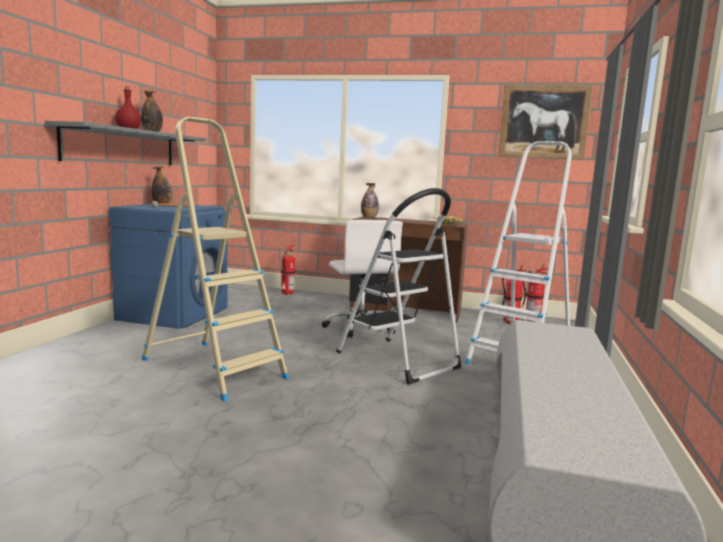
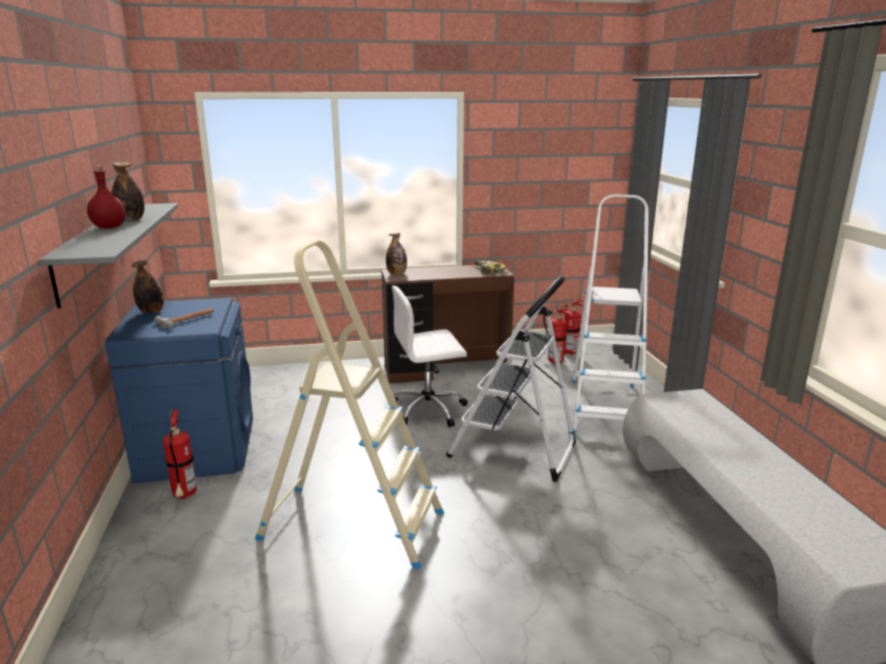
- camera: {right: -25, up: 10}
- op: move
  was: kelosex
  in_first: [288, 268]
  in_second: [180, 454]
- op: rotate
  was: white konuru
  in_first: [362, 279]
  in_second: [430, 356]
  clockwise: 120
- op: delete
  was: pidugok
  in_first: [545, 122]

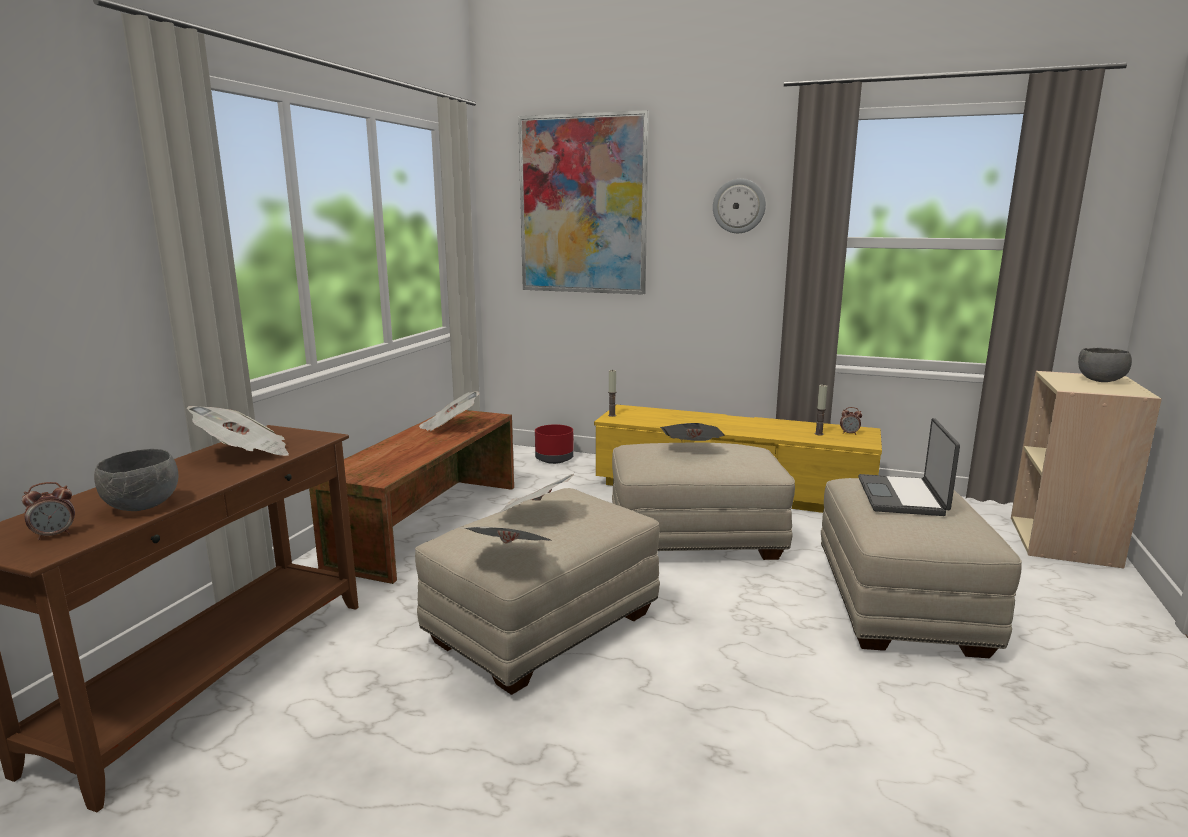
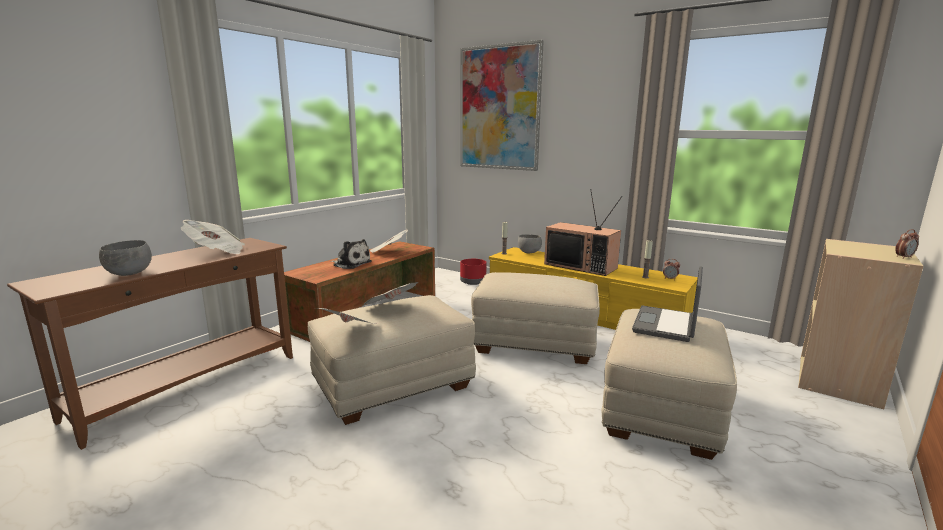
- camera: {right: 15, up: 0}
- op: insert
  now: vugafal
  in_second: [350, 254]
- op: move
  was: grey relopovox
  in_first: [1105, 365]
  in_second: [530, 243]
- op: insert
  now: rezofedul
  in_second: [583, 232]
- op: move
  was: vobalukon
  in_first: [48, 511]
  in_second: [907, 244]
- op: delete
  was: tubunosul
  in_first: [692, 432]
- op: delete
  was: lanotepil
  in_first: [739, 206]

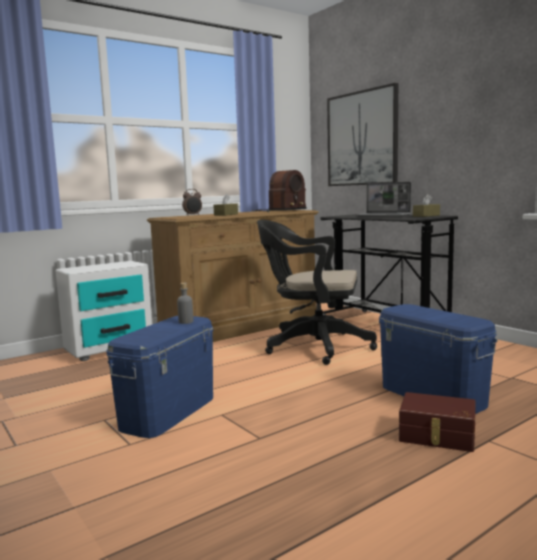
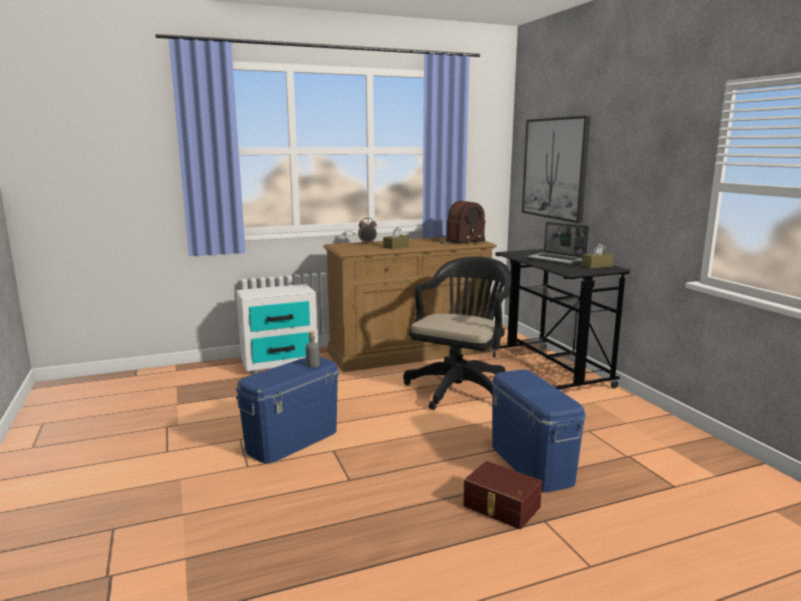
- camera: {right: 15, up: 5}
- op: rotate
  was: black konuru
  in_first: [317, 292]
  in_second: [457, 333]
  clockwise: 90

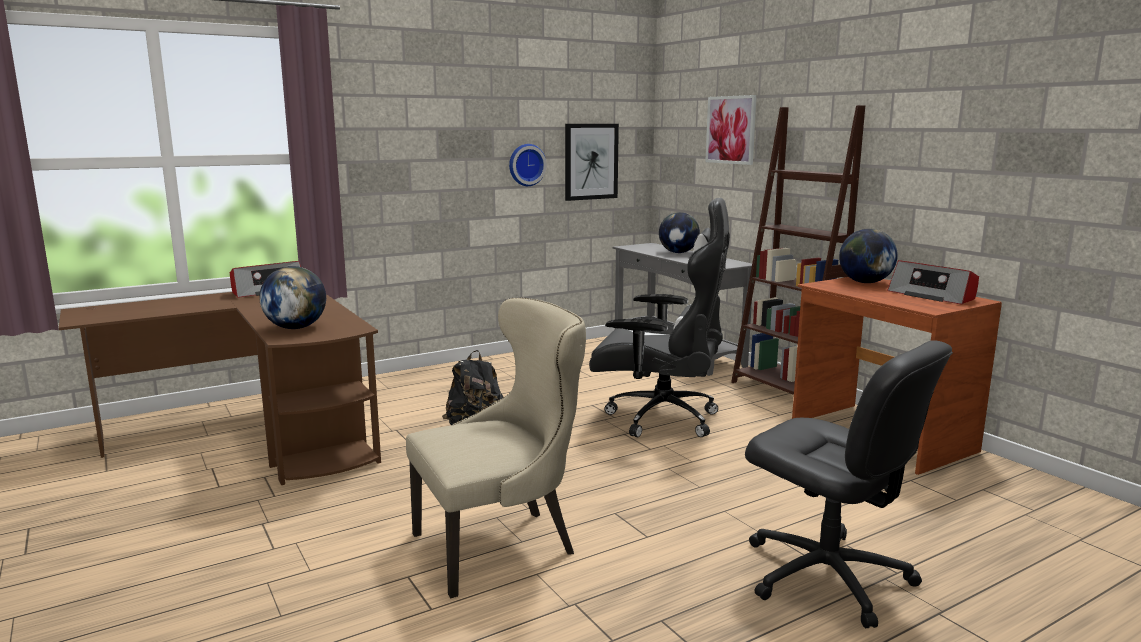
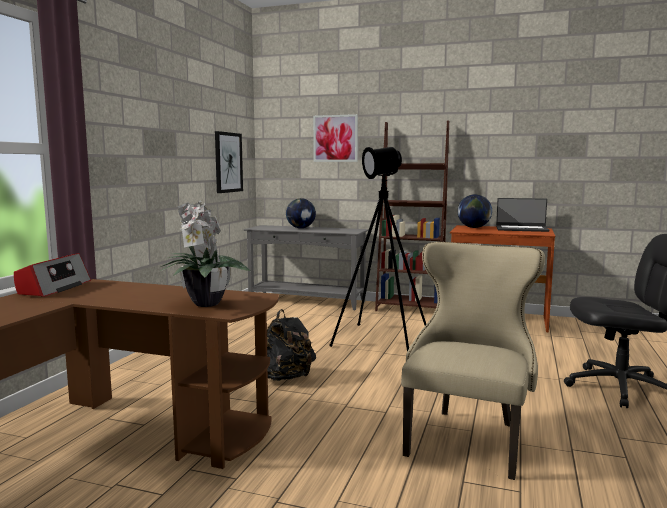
- camera: {right: -40, up: -5}
- op: replace
  was: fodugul
  now: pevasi
  in_first: [292, 297]
  in_second: [205, 253]
- op: replace
  was: black konuru
  now: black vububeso
  in_first: [659, 317]
  in_second: [377, 249]
- op: replace
  was: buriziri
  now: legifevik
  in_first: [933, 282]
  in_second: [522, 215]
- op: delete
  was: lanotepil
  in_first: [528, 165]

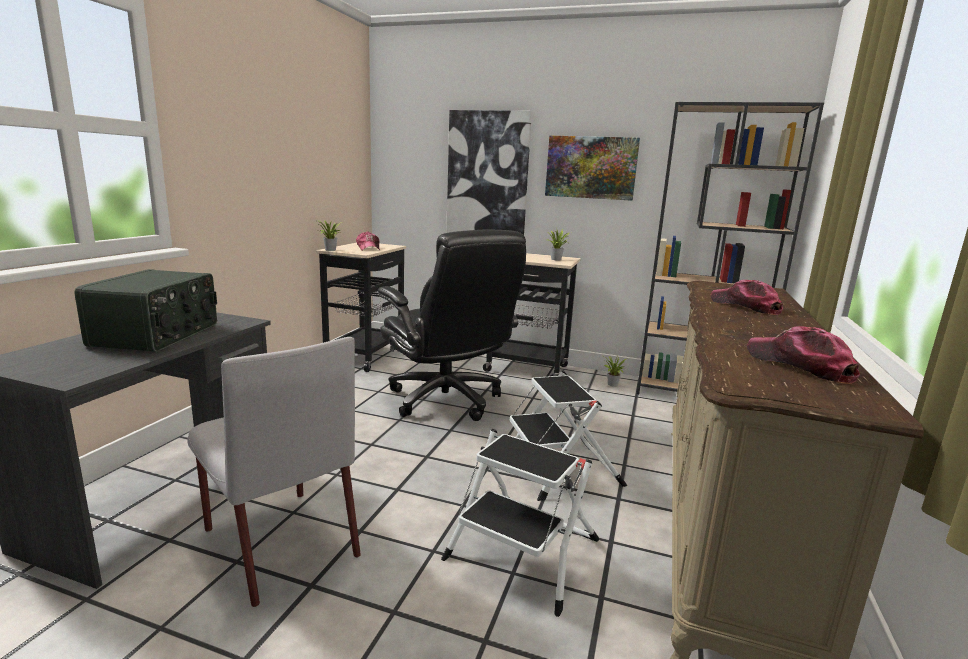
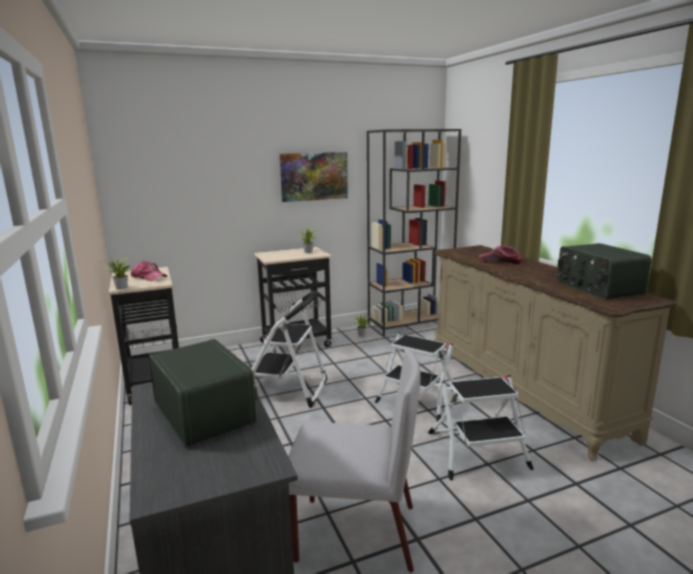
- camera: {right: -40, up: 0}
- op: replace
  was: black konuru
  now: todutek
  in_first: [452, 325]
  in_second: [289, 349]
- op: replace
  was: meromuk
  now: buriziri
  in_first: [803, 355]
  in_second: [604, 271]
- op: delete
  was: pidugok
  in_first: [489, 172]

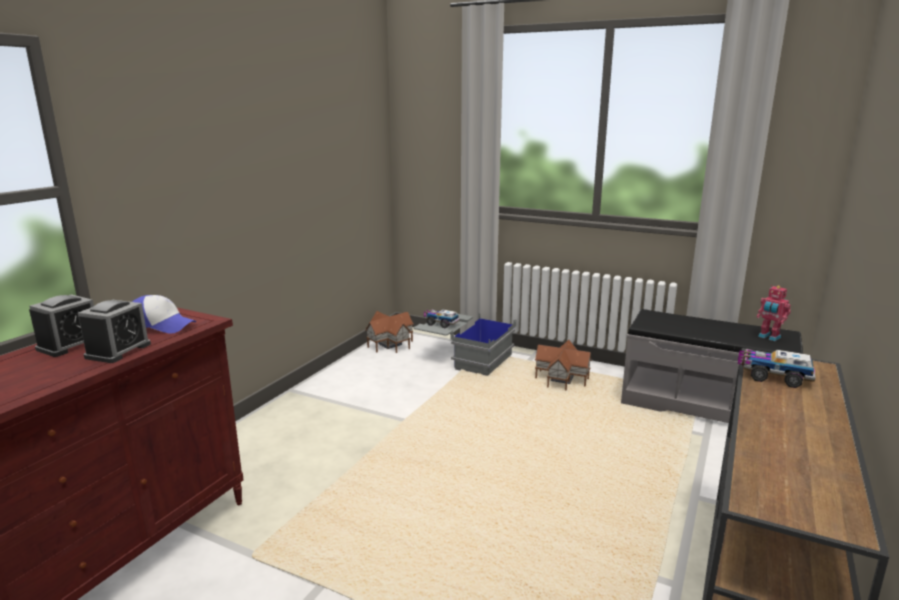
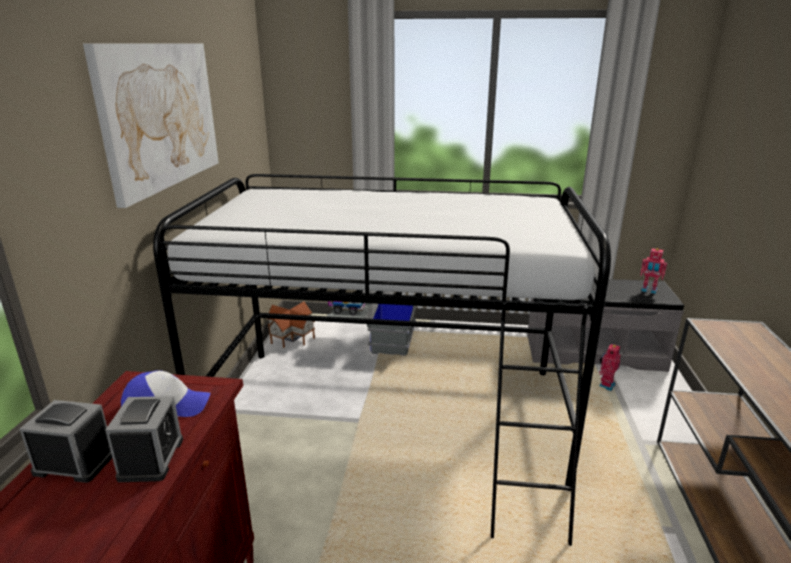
- camera: {right: -20, up: 5}
- op: rotate
  was: vobalukon
  in_first: [61, 325]
  in_second: [66, 441]
  clockwise: -90
- op: insert
  now: pidugok
  in_second: [151, 126]
- op: insert
  now: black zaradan
  in_second: [382, 360]
- op: insert
  now: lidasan
  in_second: [610, 367]
- op: delete
  was: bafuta
  in_first: [563, 365]
- op: delete
  was: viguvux
  in_first: [777, 368]

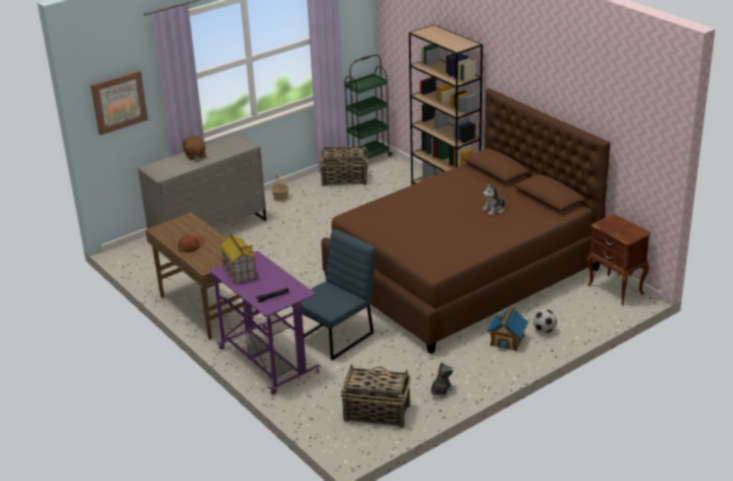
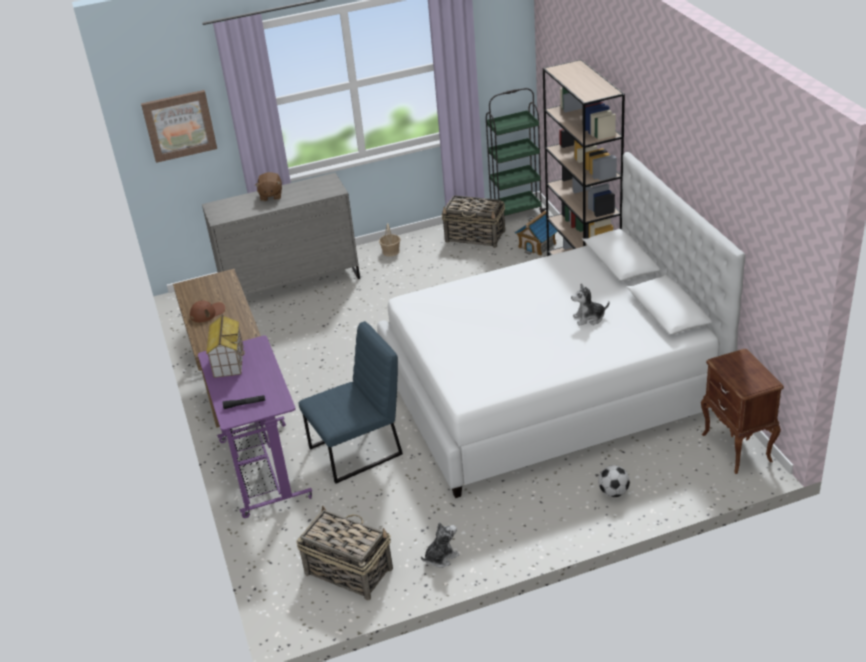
- camera: {right: 20, up: 5}
- op: recolor
  was: brown zaradan
  now: white zaradan
  in_first: [465, 221]
  in_second: [561, 325]
- op: move
  was: bafuta
  in_first: [508, 328]
  in_second: [536, 233]

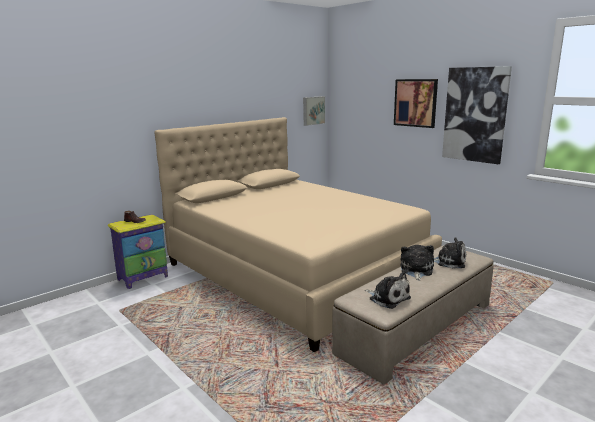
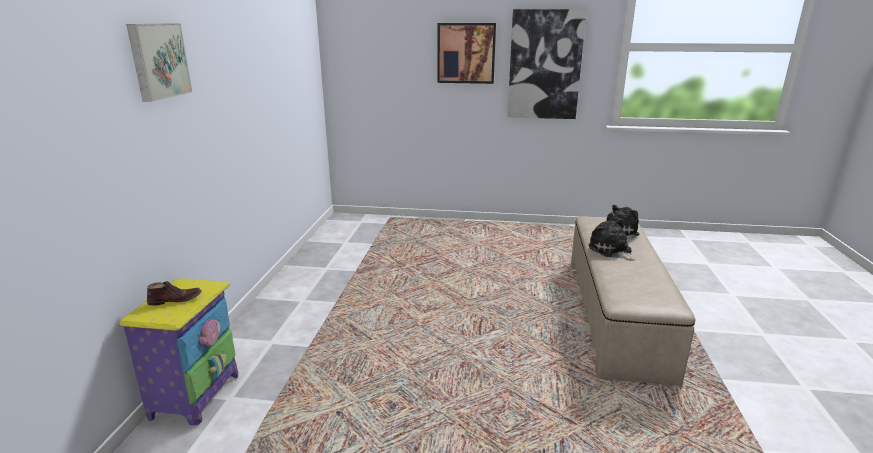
- camera: {right: -40, up: 5}
- op: move
  was: pidugok
  in_first: [314, 111]
  in_second: [159, 62]
- op: delete
  was: beige zaradan
  in_first: [298, 234]
- op: delete
  was: vugafal
  in_first: [388, 290]

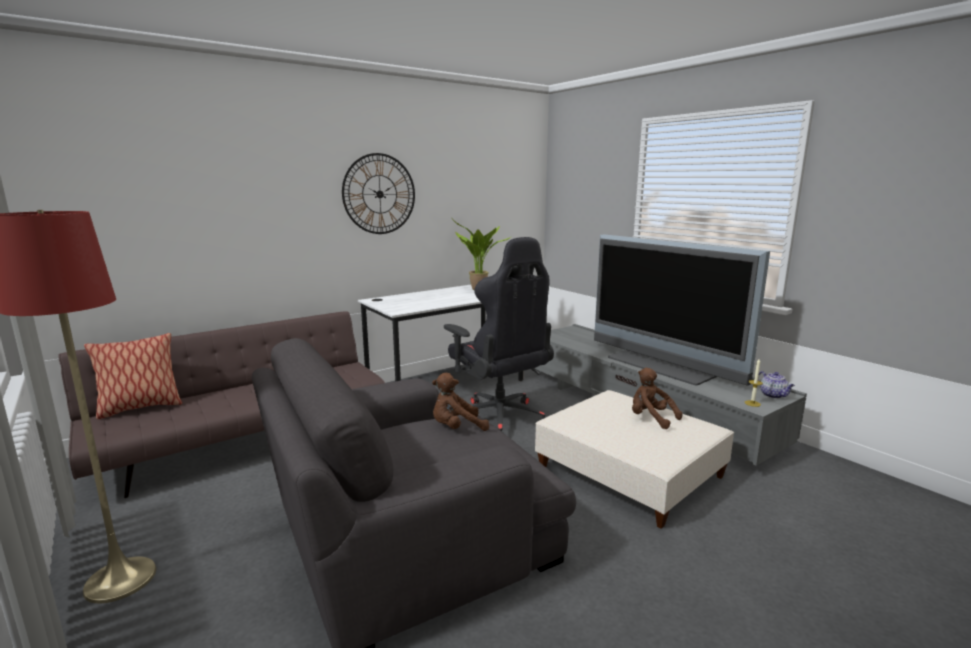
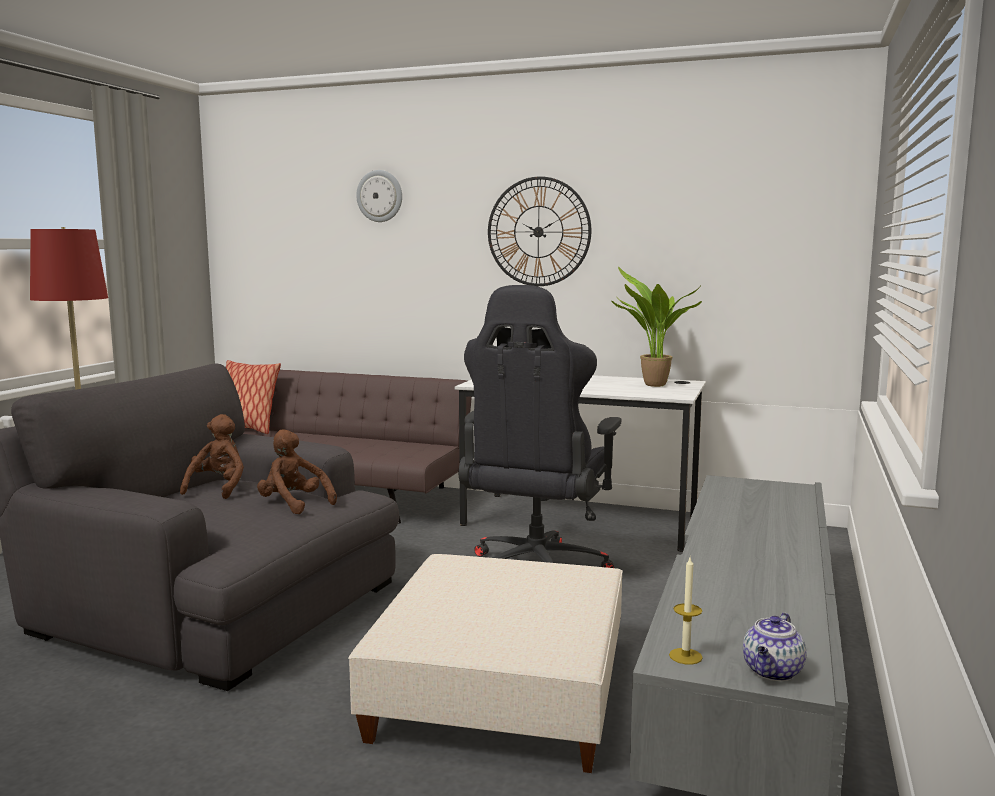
- camera: {right: 55, up: -5}
- op: move
  was: brown vugafal
  in_first: [657, 398]
  in_second: [212, 456]
- op: insert
  now: lanotepil
  in_second: [379, 196]
- op: delete
  was: rezofedul
  in_first: [682, 310]

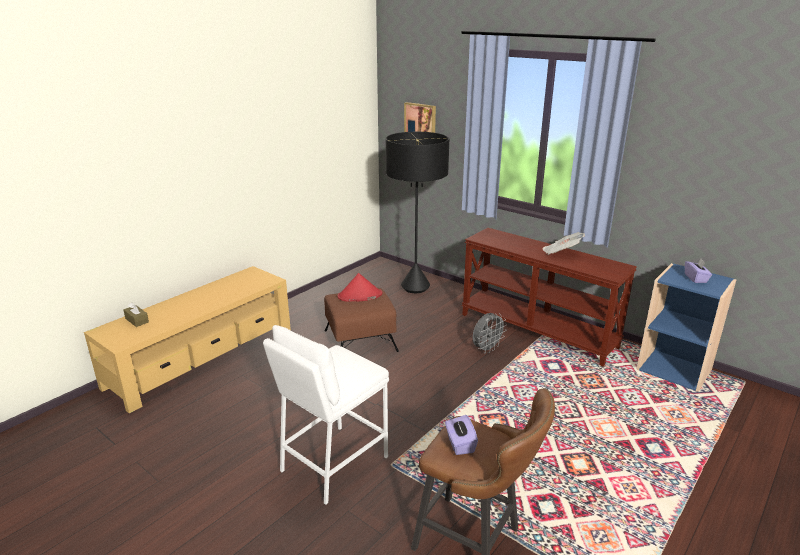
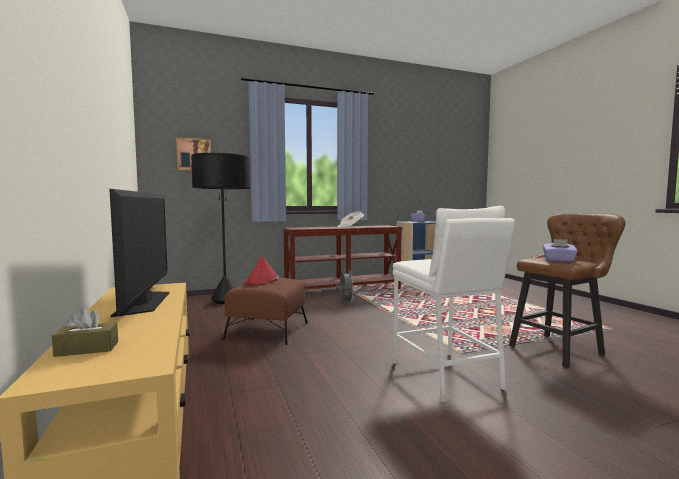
- camera: {right: -60, up: -20}
- op: insert
  now: rezofedul
  in_second: [139, 253]

